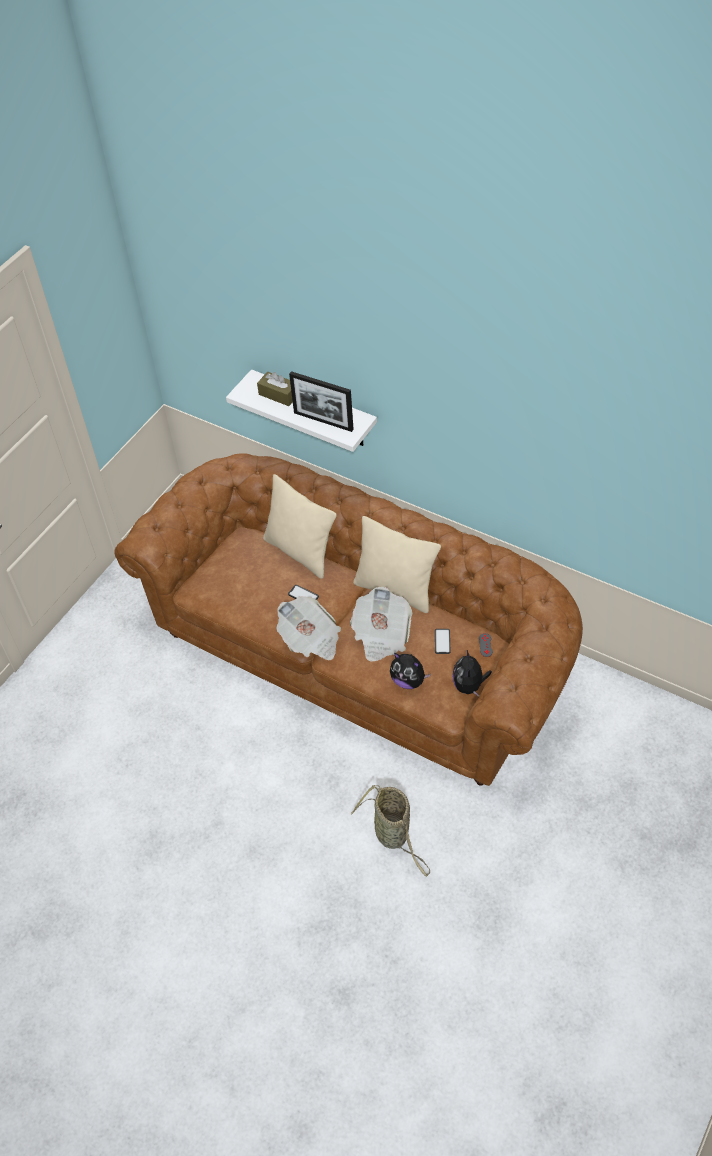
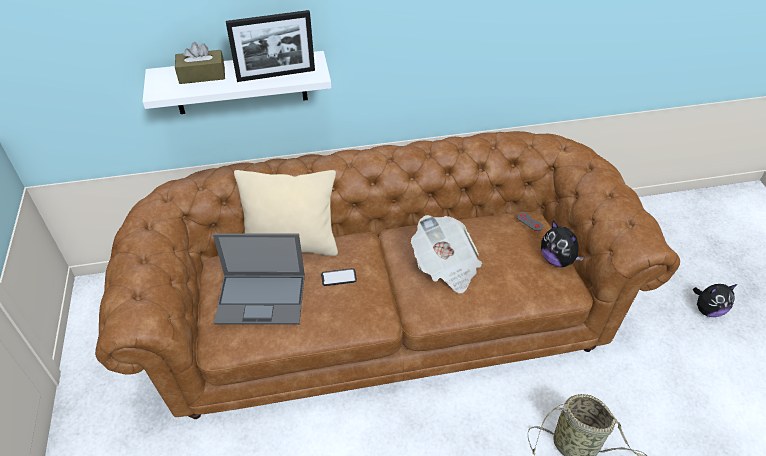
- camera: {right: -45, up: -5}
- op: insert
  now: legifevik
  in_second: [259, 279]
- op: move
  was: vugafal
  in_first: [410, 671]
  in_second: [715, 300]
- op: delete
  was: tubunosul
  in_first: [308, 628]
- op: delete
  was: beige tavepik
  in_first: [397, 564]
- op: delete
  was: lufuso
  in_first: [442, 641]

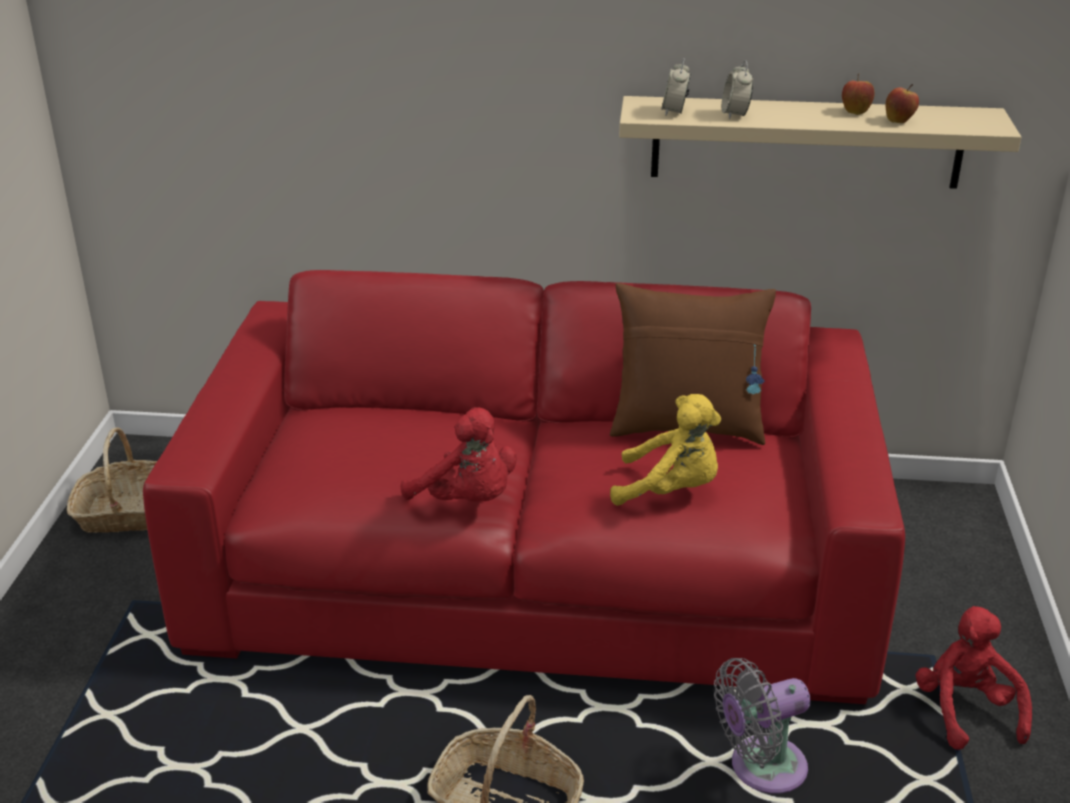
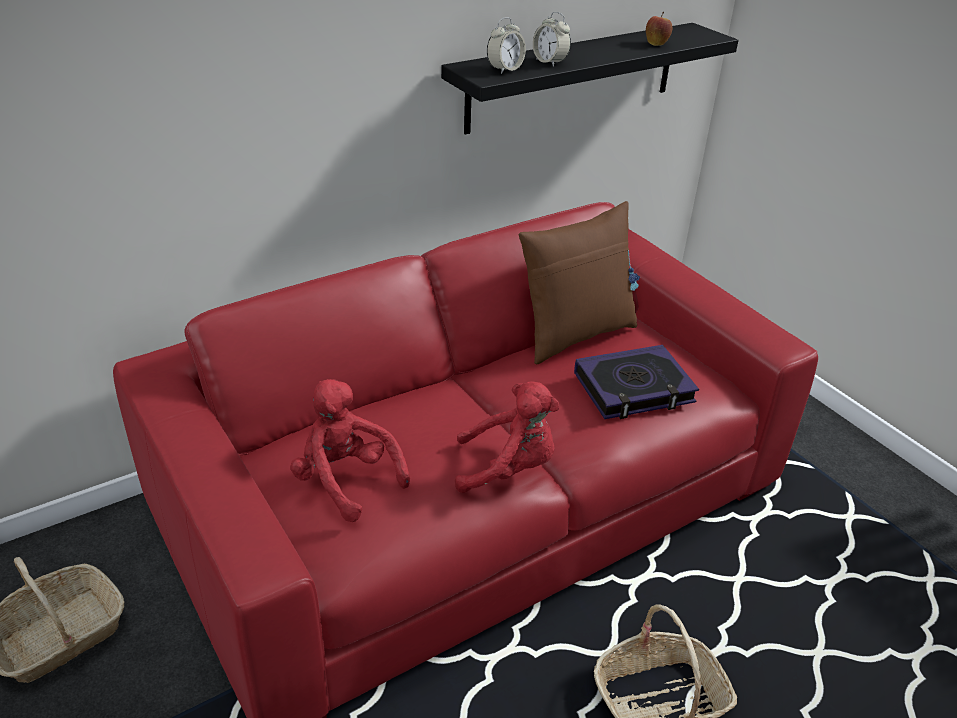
- camera: {right: -40, up: 5}
- op: move
  was: red vugafal
  in_first: [973, 678]
  in_second: [350, 450]
- op: recolor
  was: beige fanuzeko
  now: black fanuzeko
  in_first: [820, 142]
  in_second: [590, 79]
- op: rotate
  was: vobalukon
  in_first: [676, 86]
  in_second: [506, 45]
  clockwise: -105
- op: replace
  was: yellow vugafal
  now: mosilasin
  in_first: [665, 450]
  in_second: [636, 382]
- op: delete
  was: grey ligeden
  in_first: [762, 726]
- op: delete
  was: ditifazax
  in_first: [858, 94]

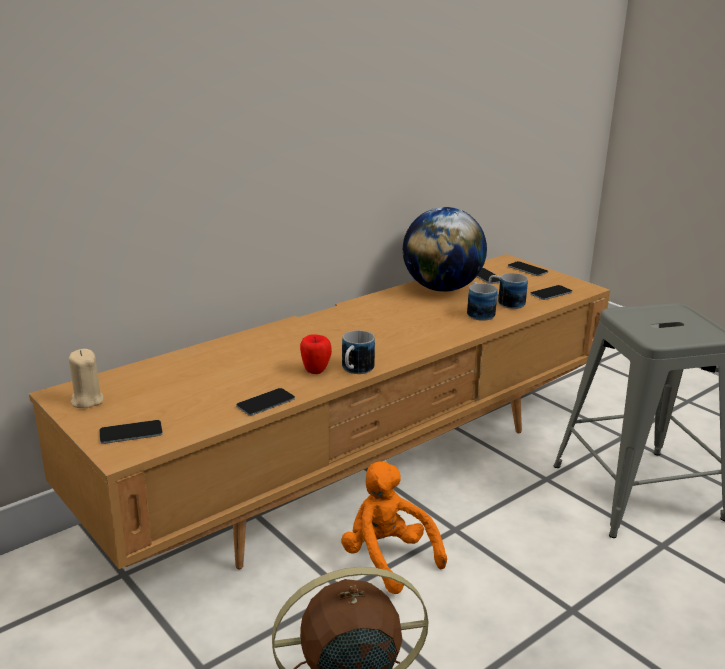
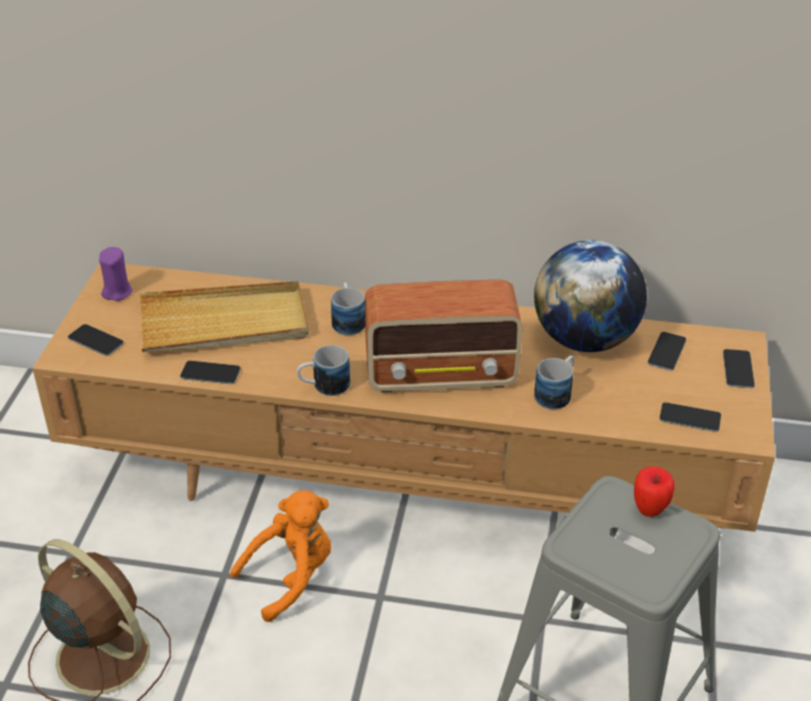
- camera: {right: 50, up: 15}
- op: recolor
  was: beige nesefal
  now: purple nesefal
  in_first: [86, 378]
  in_second: [115, 274]
- op: insert
  now: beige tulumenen
  in_second: [224, 316]
- op: rotate
  was: orange vugafal
  in_first: [394, 527]
  in_second: [280, 556]
  clockwise: 45
- op: move
  was: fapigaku
  in_first: [508, 291]
  in_second: [348, 308]
- op: insert
  now: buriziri
  in_second: [443, 336]
- op: move
  was: ditifazax
  in_first: [316, 354]
  in_second: [654, 491]

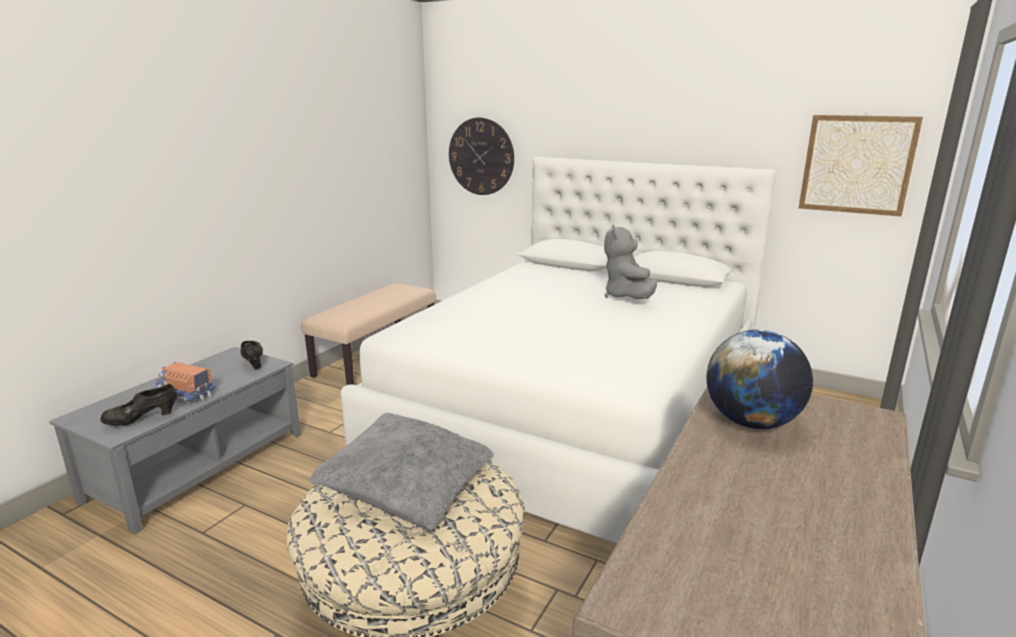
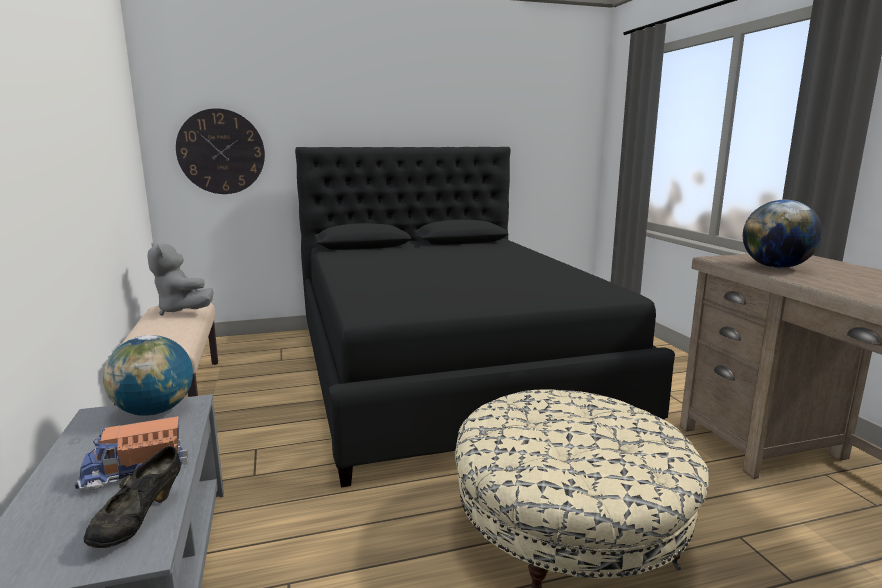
- camera: {right: -45, up: -5}
- op: replace
  was: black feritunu
  now: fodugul
  in_first: [251, 355]
  in_second: [148, 375]
- op: move
  was: grey vugafal
  in_first: [630, 262]
  in_second: [180, 279]
- op: recolor
  was: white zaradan
  now: black zaradan
  in_first: [558, 350]
  in_second: [485, 317]
- op: delete
  was: grey tavepik
  in_first: [401, 471]
- op: delete
  was: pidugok
  in_first: [861, 165]

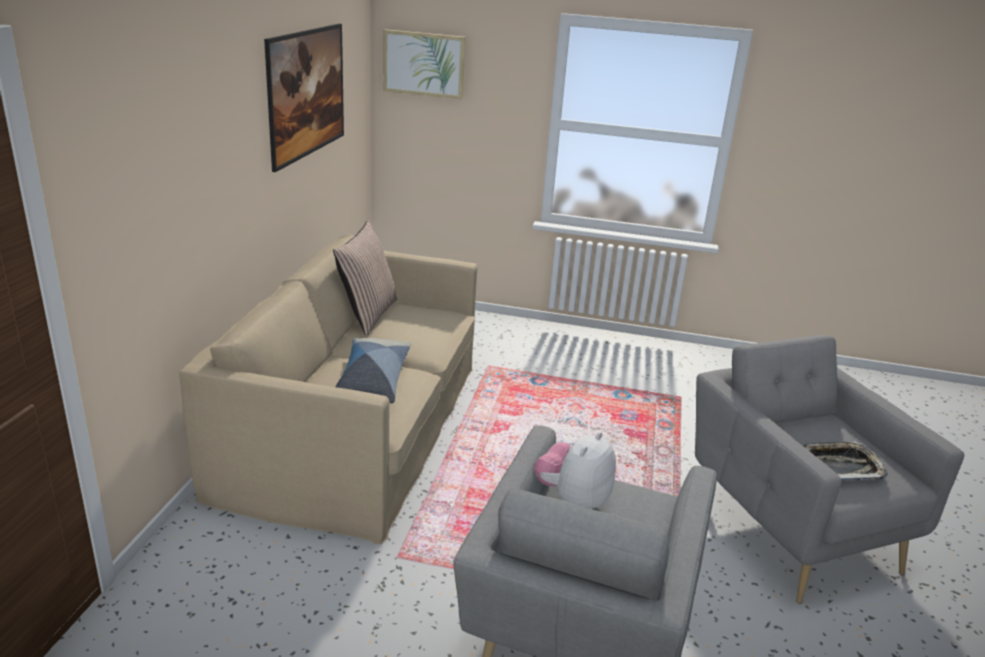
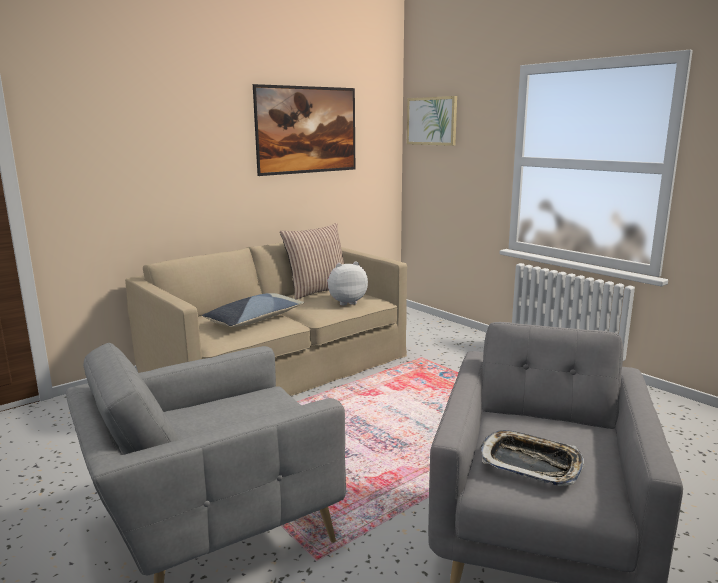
- camera: {right: 40, up: -10}
- op: move
  was: vugafal
  in_first: [575, 470]
  in_second: [347, 283]

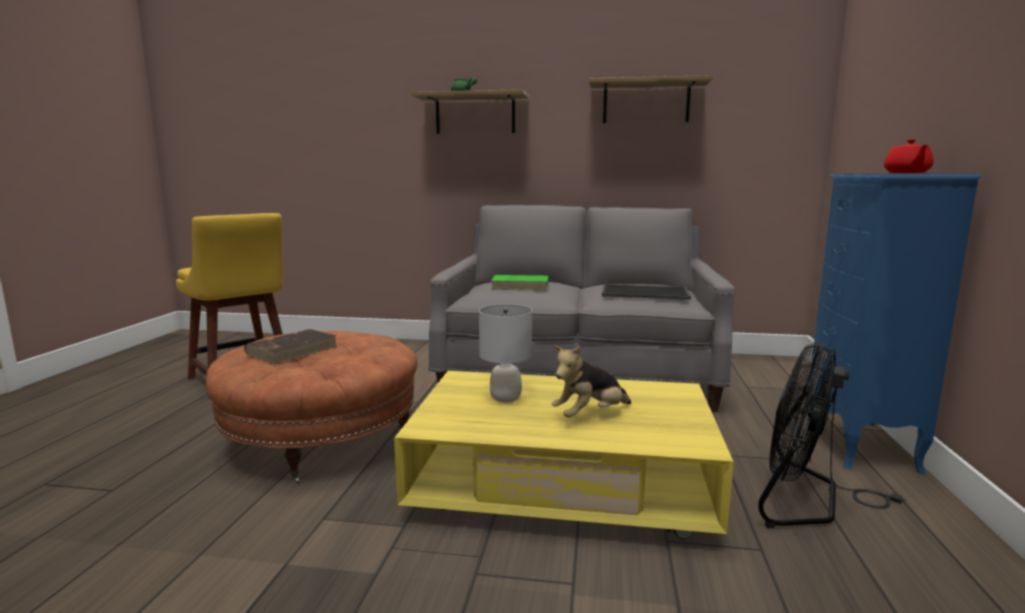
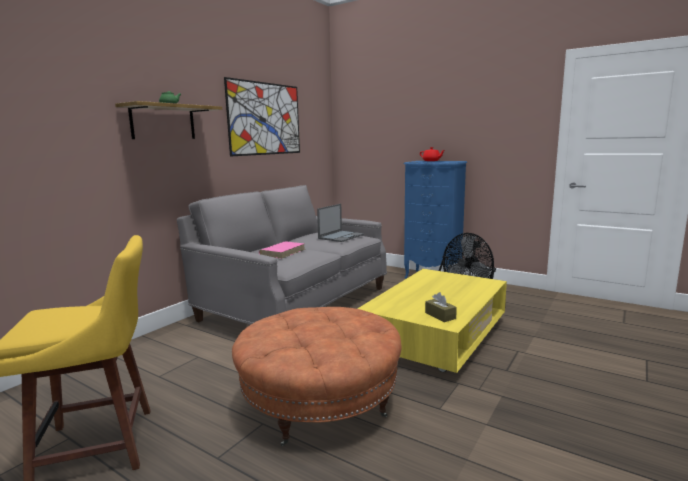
- camera: {right: -65, up: 0}
- op: replace
  was: fanuzeko
  now: pidugok
  in_first: [651, 99]
  in_second: [262, 117]
- op: recolor
  was: green mosilasin
  now: pink mosilasin
  in_first: [519, 283]
  in_second: [282, 250]
- op: replace
  was: tulumenen
  now: legifevik
  in_first: [646, 292]
  in_second: [340, 223]
- op: insert
  now: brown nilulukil
  in_second: [441, 307]
- op: delete
  was: brown mosilasin
  in_first: [290, 346]
- op: delete
  was: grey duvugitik
  in_first: [505, 353]
- op: delete
  was: vugafal
  in_first: [591, 381]

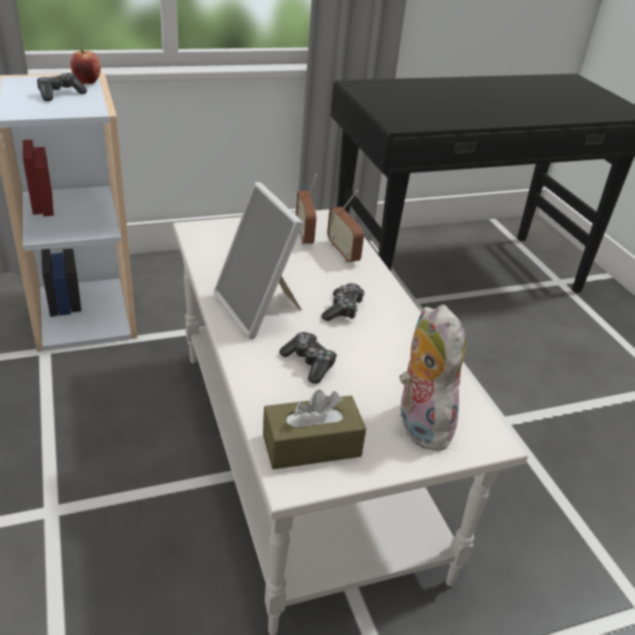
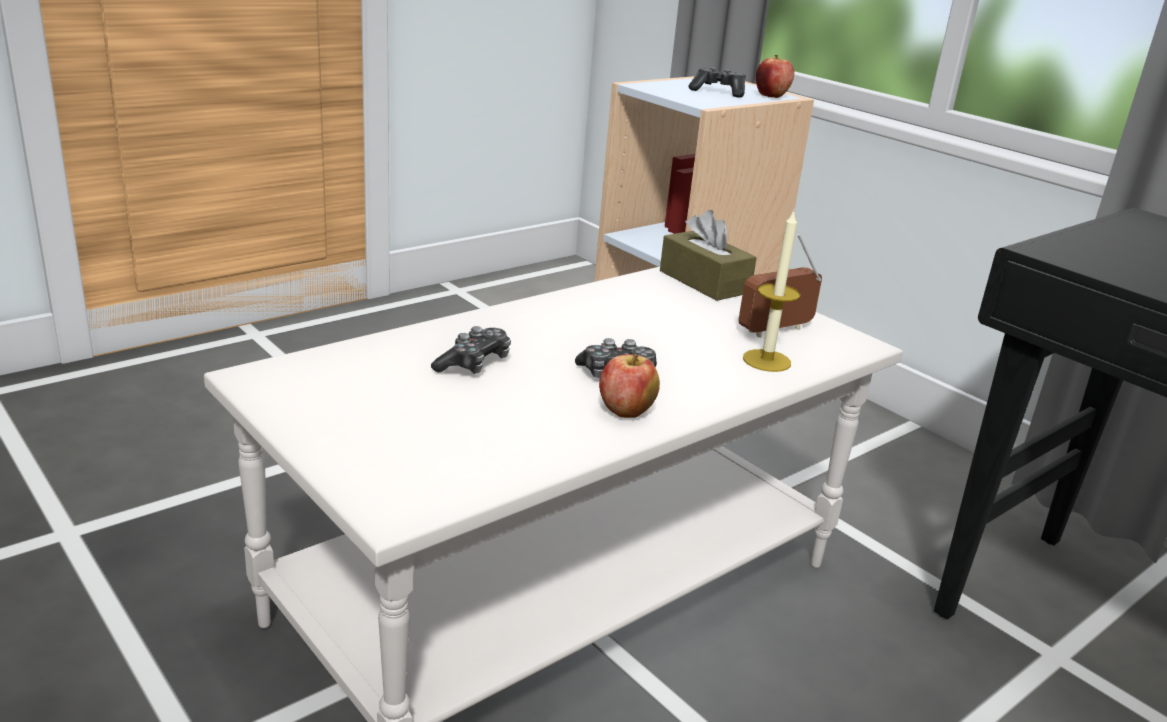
- camera: {right: 70, up: -10}
- op: insert
  now: ditifazax
  in_second: [629, 386]
- op: move
  was: brown nilulukil
  in_first: [314, 429]
  in_second: [708, 255]
- op: replace
  was: buriziri
  now: nesefal
  in_first: [345, 226]
  in_second: [771, 291]
- op: delete
  was: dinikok
  in_first: [258, 260]
- op: delete
  was: vugafal
  in_first: [432, 377]

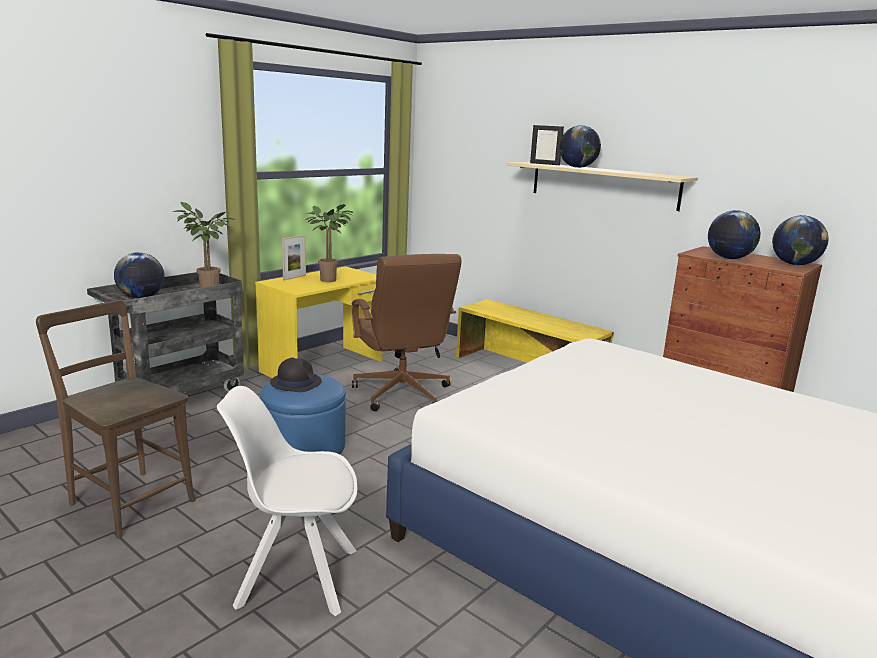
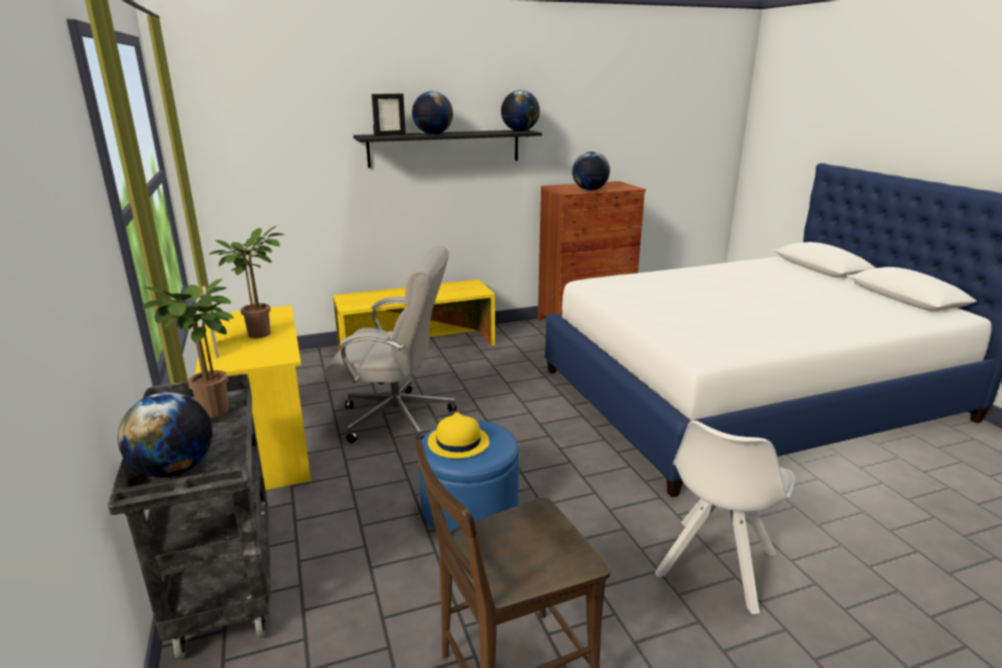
- camera: {right: -60, up: 5}
- op: recolor
  was: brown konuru
  now: grey konuru
  in_first: [406, 332]
  in_second: [390, 344]
- op: recolor
  was: beige fanuzeko
  now: black fanuzeko
  in_first: [602, 186]
  in_second: [447, 149]
- op: recolor
  was: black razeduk
  now: yellow razeduk
  in_first: [296, 375]
  in_second: [458, 435]
- op: move
  was: fodugul
  in_first: [800, 240]
  in_second: [520, 110]

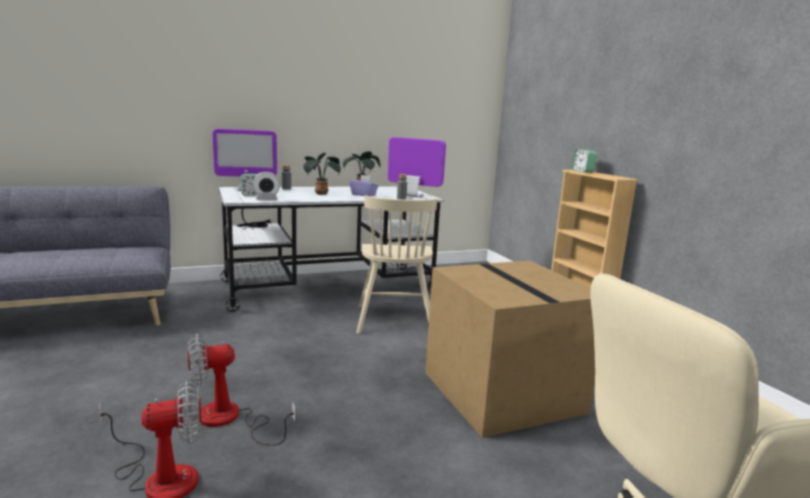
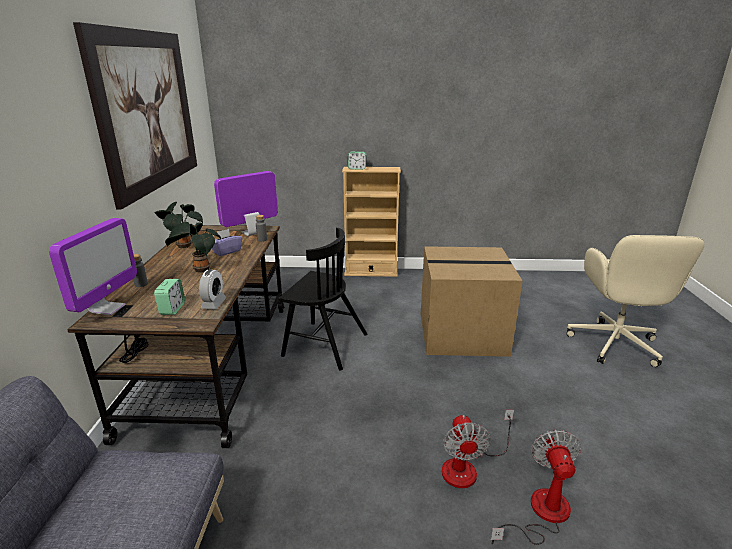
- camera: {right: -65, up: 10}
- op: recolor
  was: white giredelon
  now: brown giredelon
  in_first: [331, 249]
  in_second: [175, 336]
- op: insert
  now: pidugok
  in_second: [135, 115]
- op: recolor
  was: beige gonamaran
  now: black gonamaran
  in_first: [396, 264]
  in_second: [323, 299]

